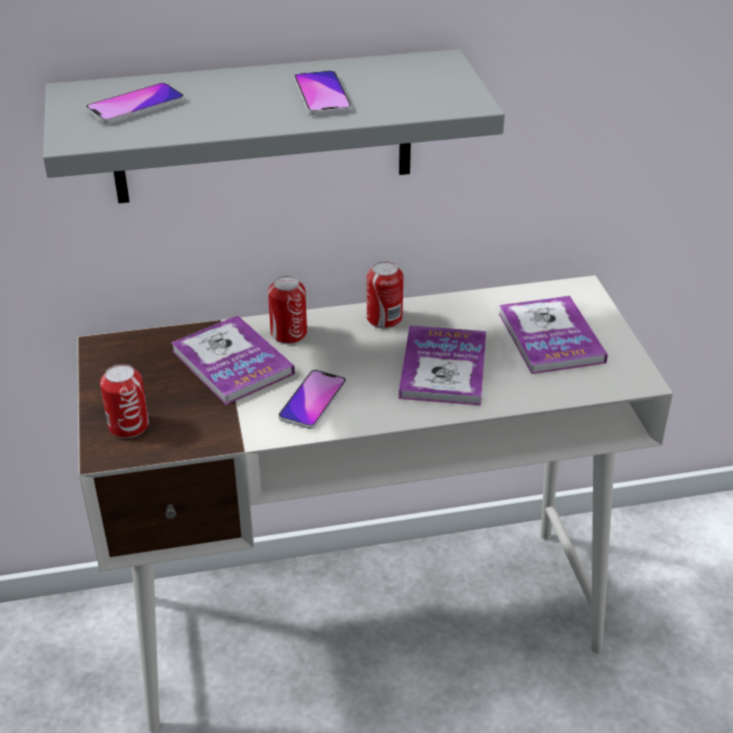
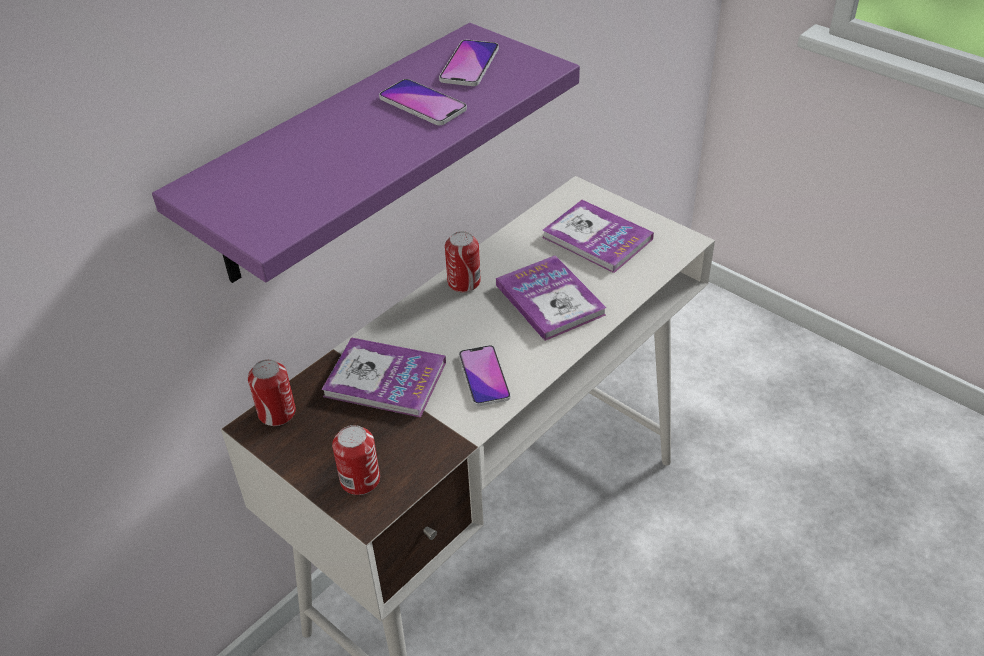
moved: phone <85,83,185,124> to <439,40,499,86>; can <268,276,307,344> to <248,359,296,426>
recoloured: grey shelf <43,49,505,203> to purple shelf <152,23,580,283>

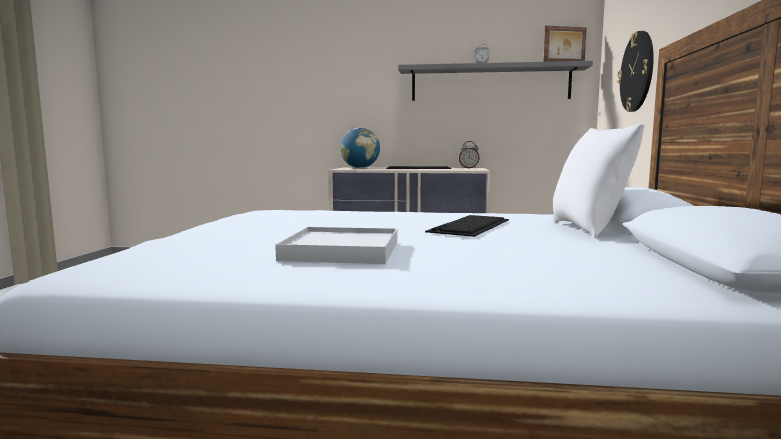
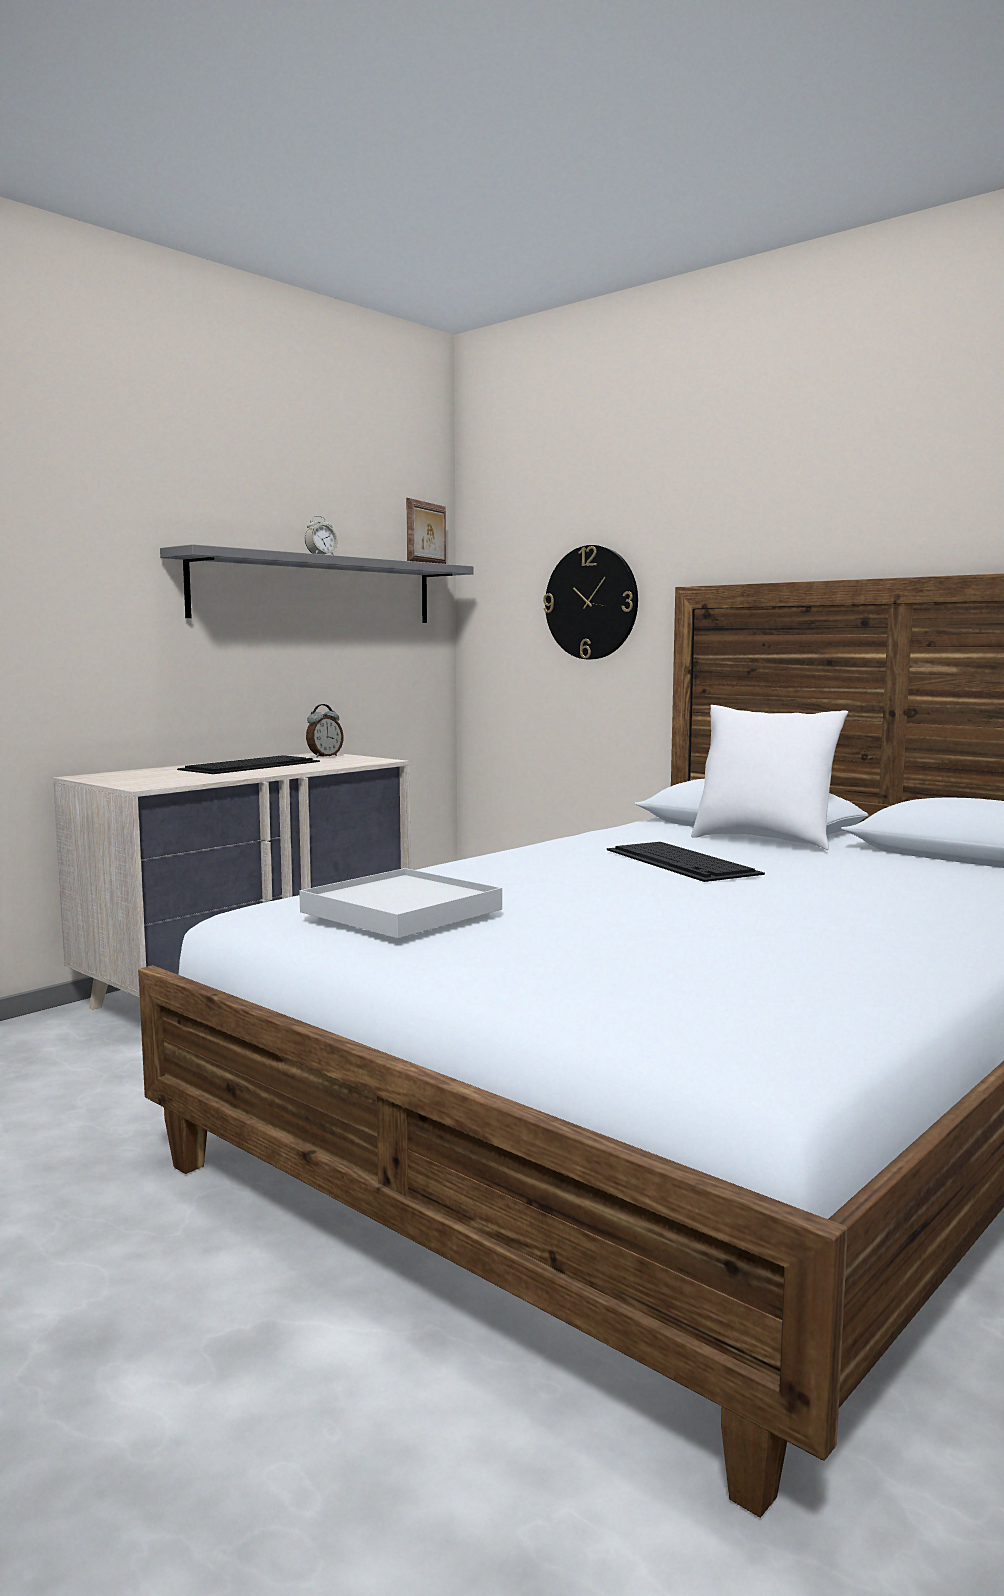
removed: globe <340,128,380,168>
moved: white tray <275,227,397,264> to <299,868,502,938>

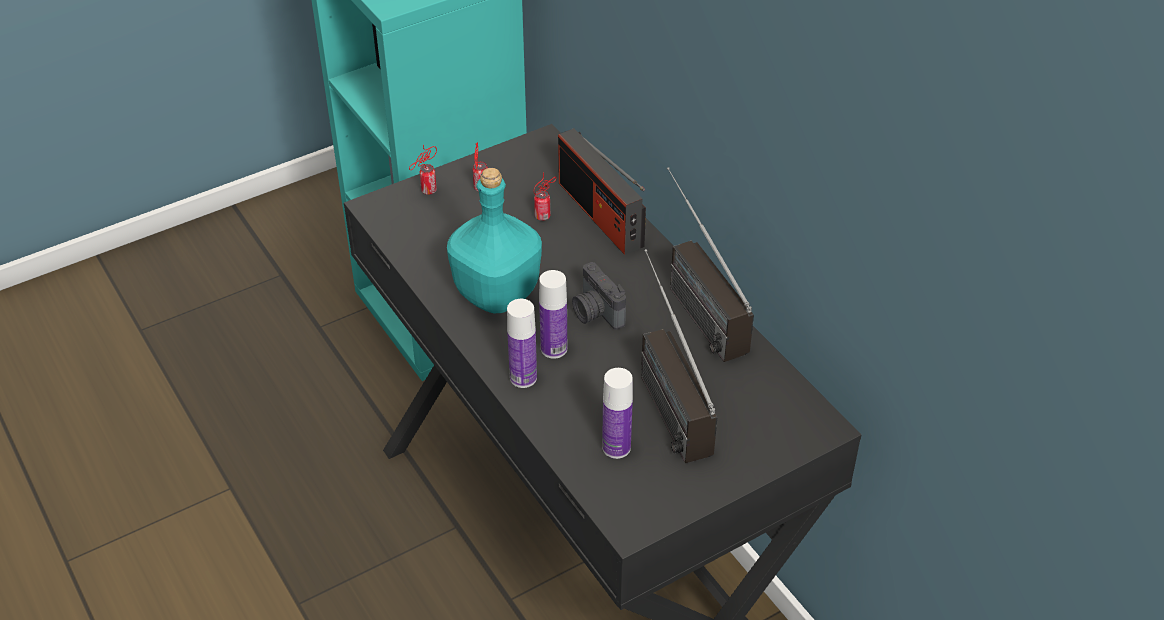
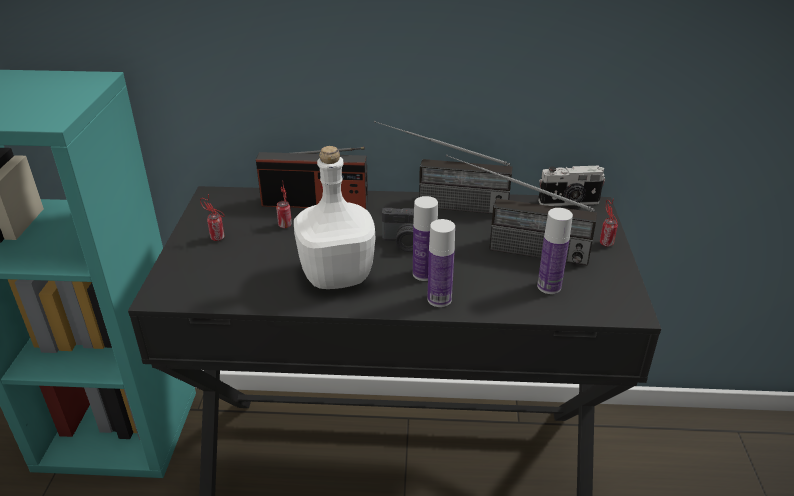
added: photo camera <538,165,606,206>
moved: can <409,144,437,195> to <600,198,618,246>
recoloured: turquoise bottle <447,168,542,313> to white bottle <294,146,375,289>

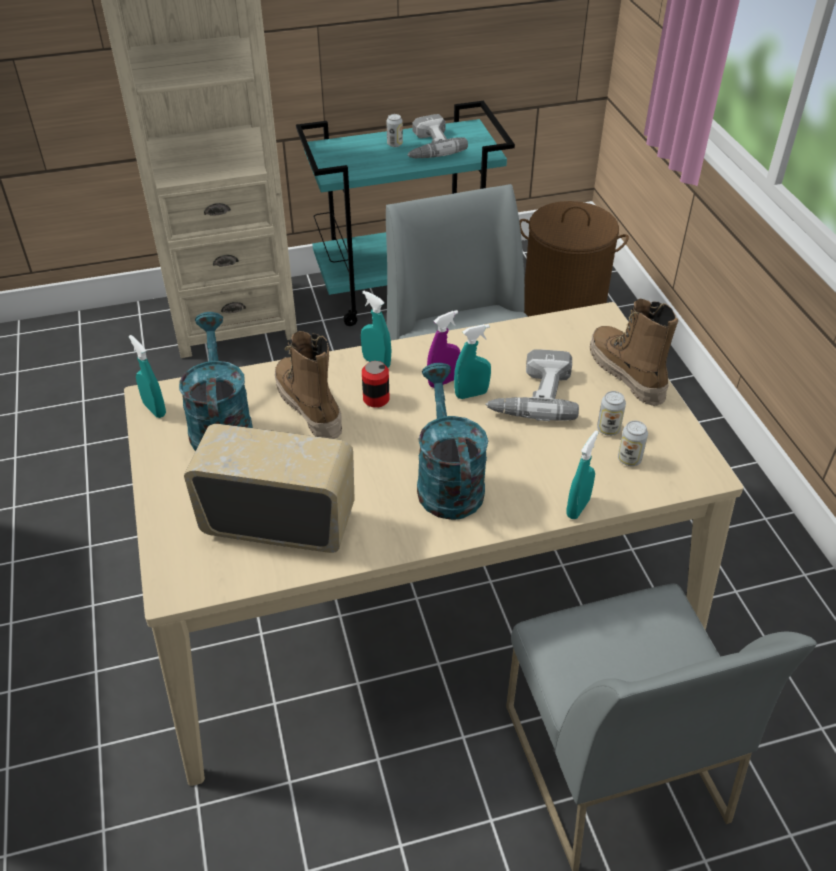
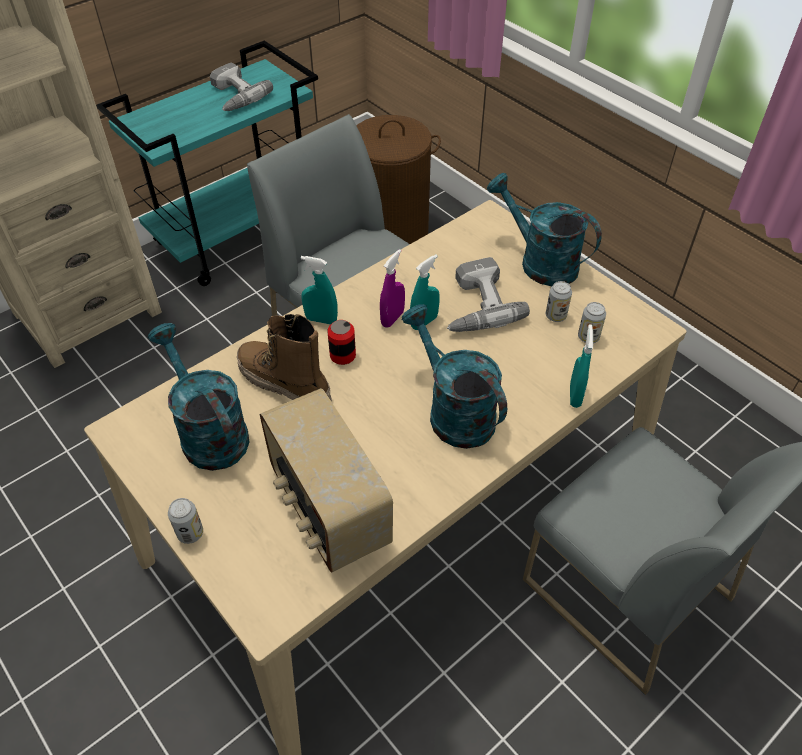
removed: turquoise spray bottle <129,335,166,418>
moved: can <386,114,403,147> to <168,498,203,544>
replaced: boot <590,299,678,406> to turquoise watering can <487,173,602,286>
turned: radio <184,424,355,553> = <260,388,393,573> 105 degrees counterclockwise

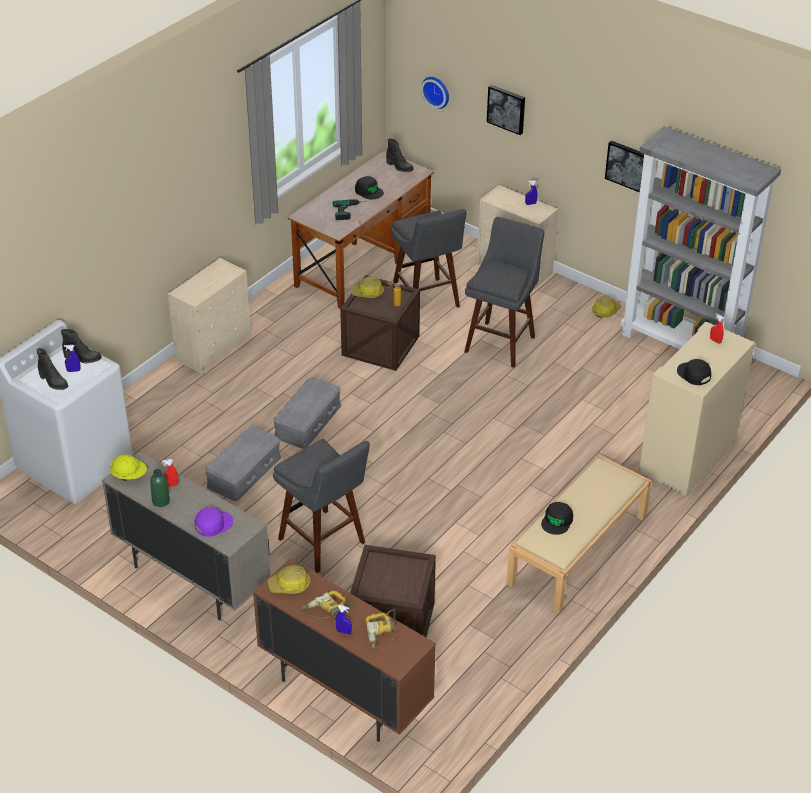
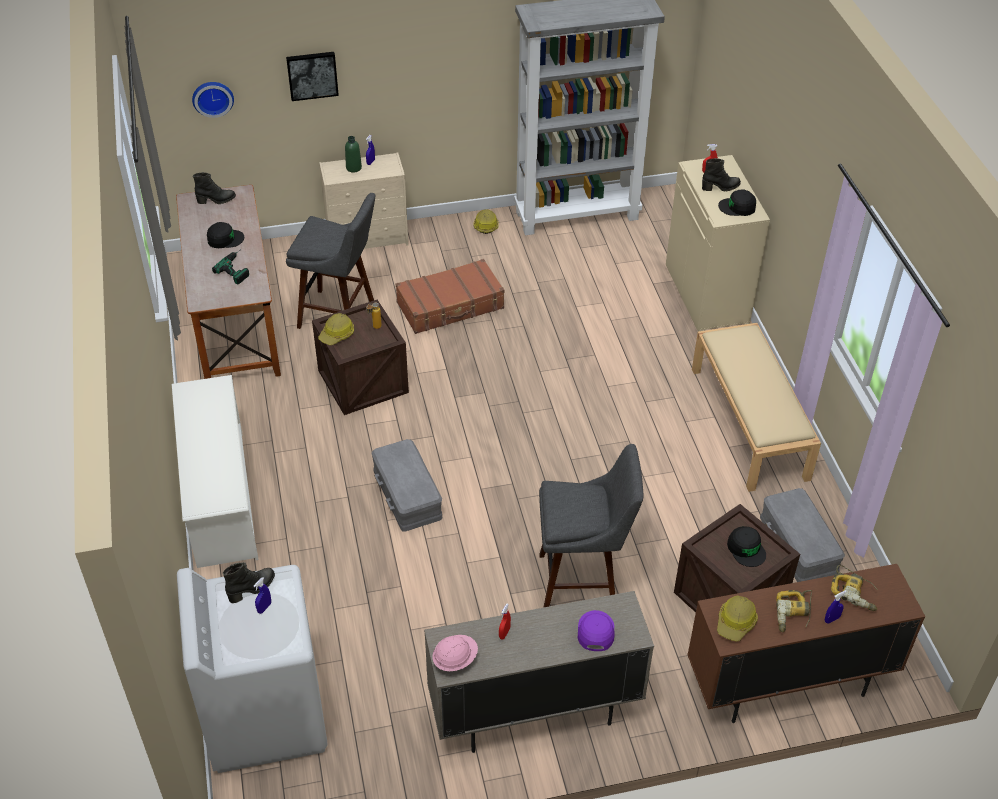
removed: picture <605,141,644,192>
moved: black boot <36,348,68,390> to <702,158,741,191>; green bottle <150,469,170,507> to <345,136,362,172>; grey storage box <205,426,281,501> to <760,488,845,582>; black cap <541,502,573,535> to <727,526,766,567>
replaced: beige dresser <168,258,251,374> to white shoe rack <172,375,259,568>; grey stool <464,217,545,368> to brown suitcase <396,259,504,334>
recoloured: yellow hard hat <110,454,147,481> to pink hard hat <432,635,478,671>

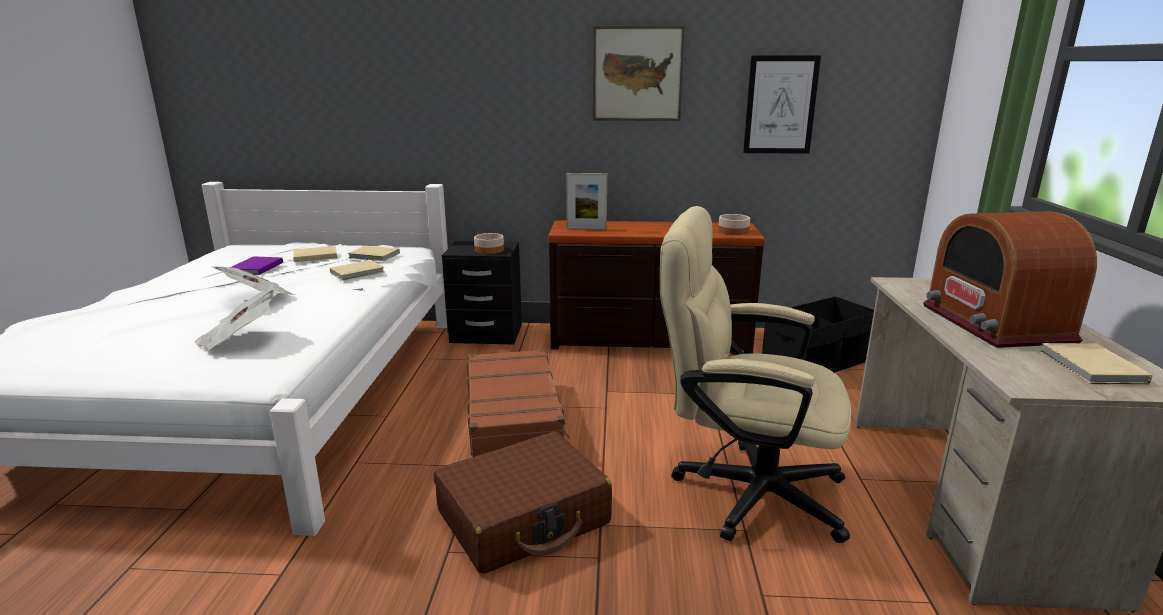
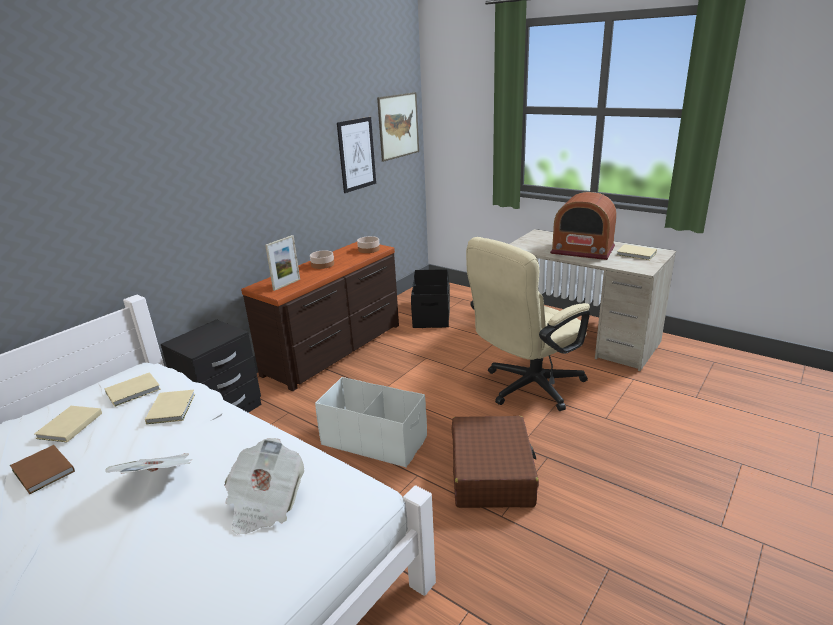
moved: bowl <474,233,504,254> to <310,250,334,269>; picture <593,26,685,121> to <377,92,419,162>
replaced: brown suitcase <467,349,570,457> to white storage box <315,377,427,468>
recoloured: purple book <231,256,283,275> to brown book <10,445,75,494>

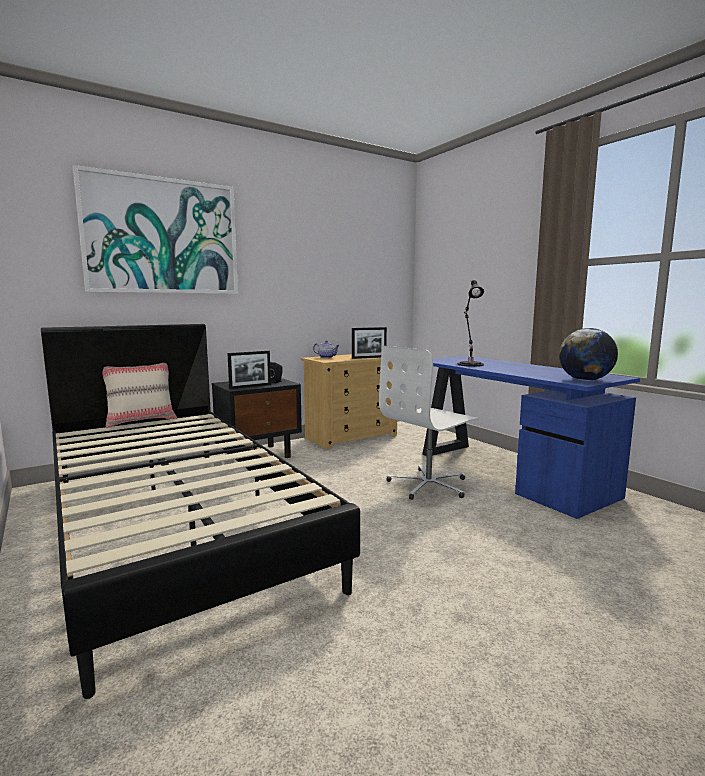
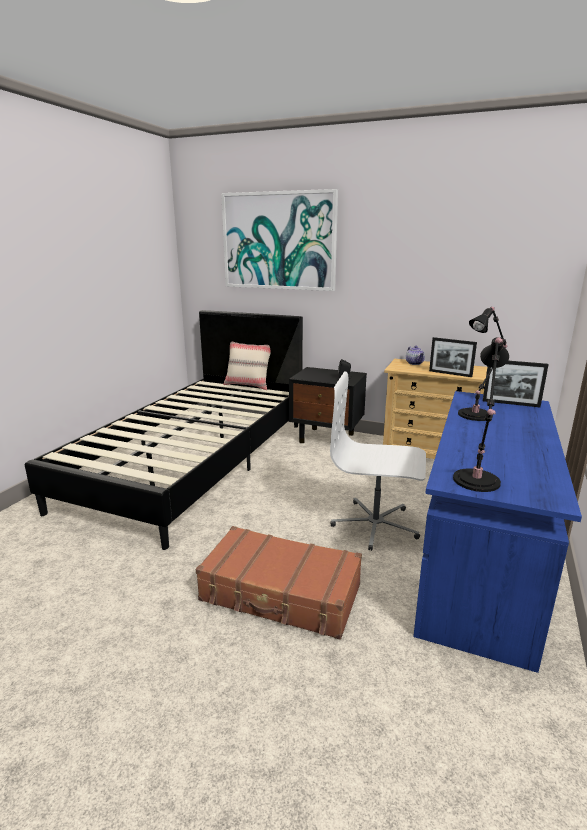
added: brown suitcase <196,526,362,640>
moved: picture frame <227,351,271,389> to <483,361,549,407>
replaced: globe <559,328,618,381> to black table lamp <453,337,509,492>

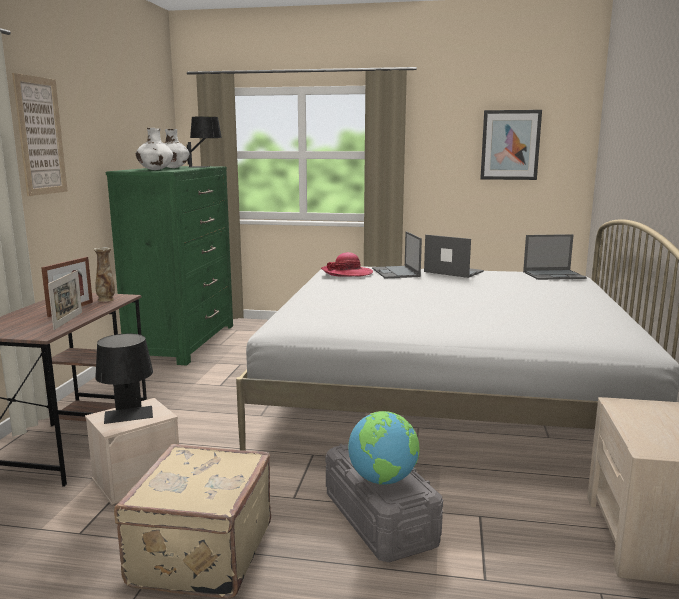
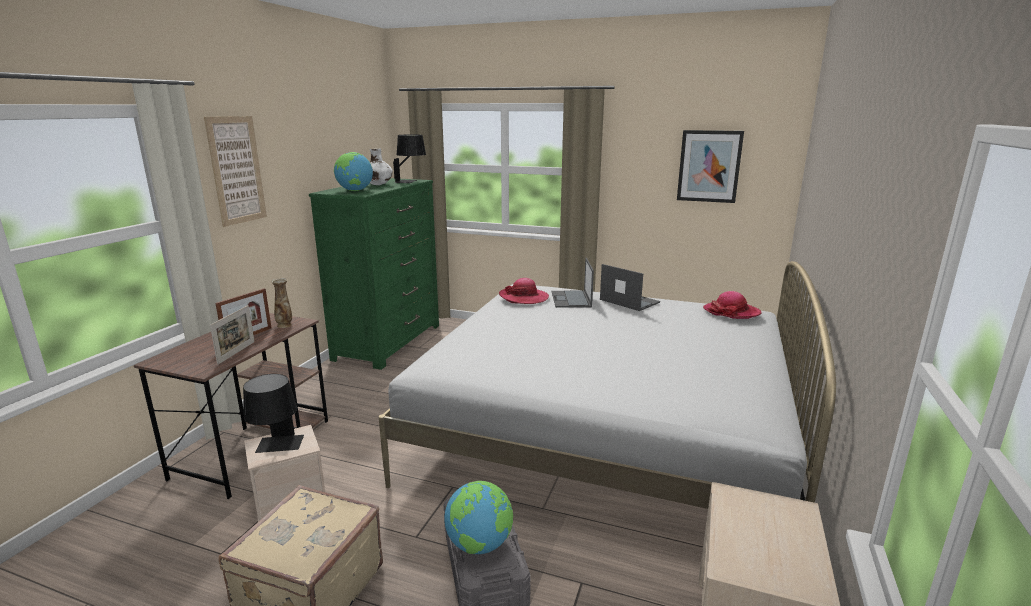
replaced: white vase <136,128,173,170> to globe <334,152,373,191>; laptop <523,234,587,280> to hat <703,291,762,319>

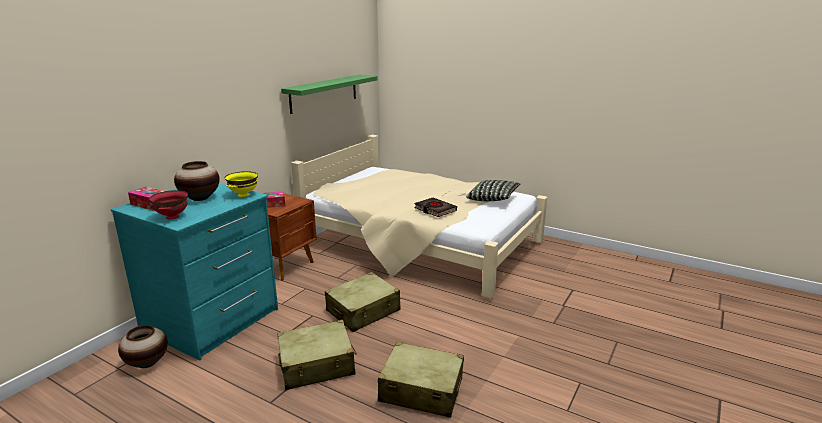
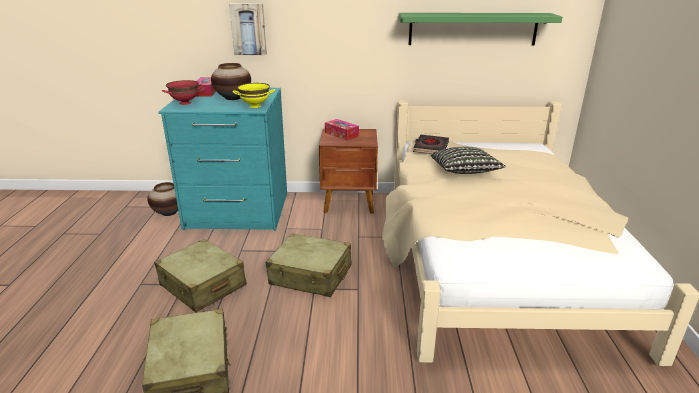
added: picture <229,3,267,55>
moved: black book <414,198,457,217> to <413,134,449,154>; pillow <466,180,520,201> to <431,147,506,174>

